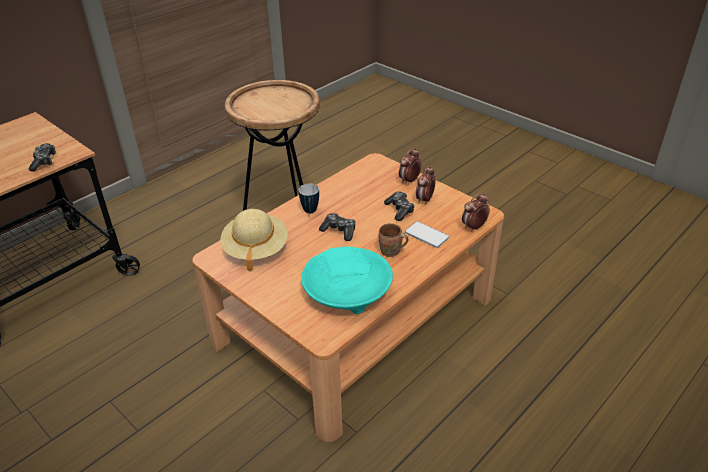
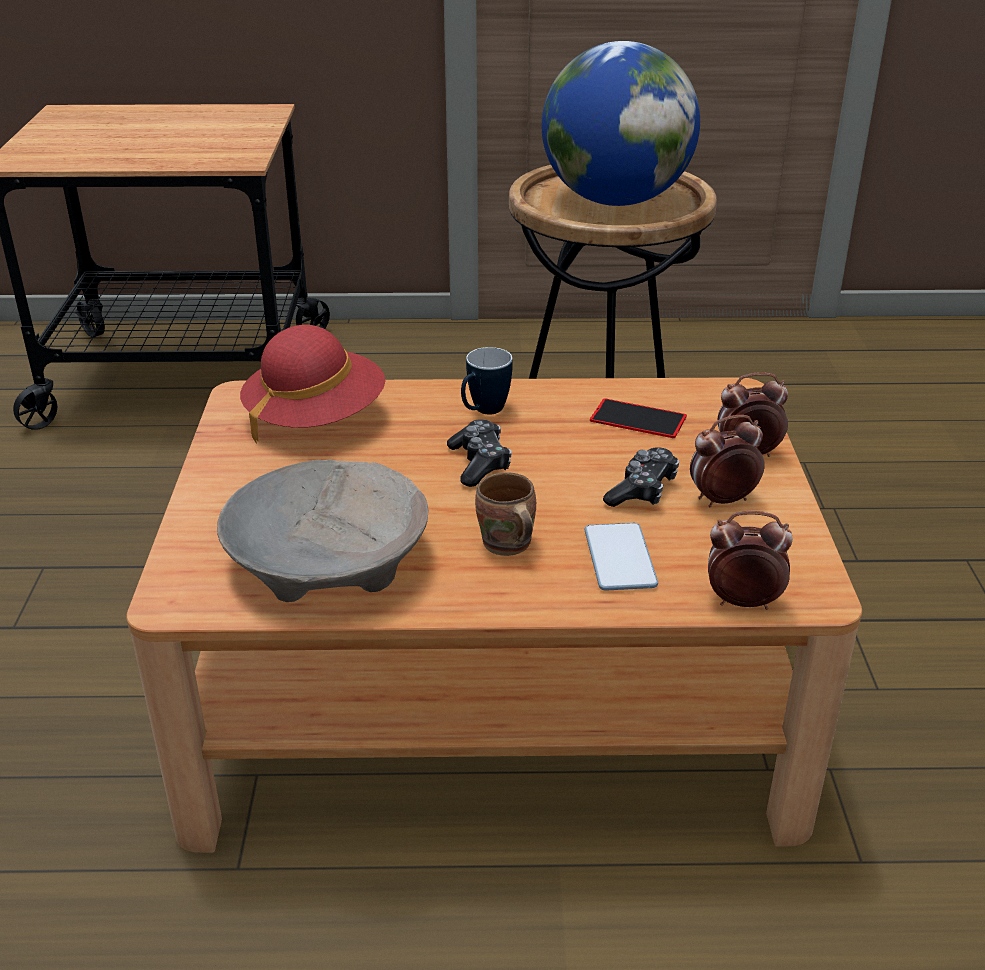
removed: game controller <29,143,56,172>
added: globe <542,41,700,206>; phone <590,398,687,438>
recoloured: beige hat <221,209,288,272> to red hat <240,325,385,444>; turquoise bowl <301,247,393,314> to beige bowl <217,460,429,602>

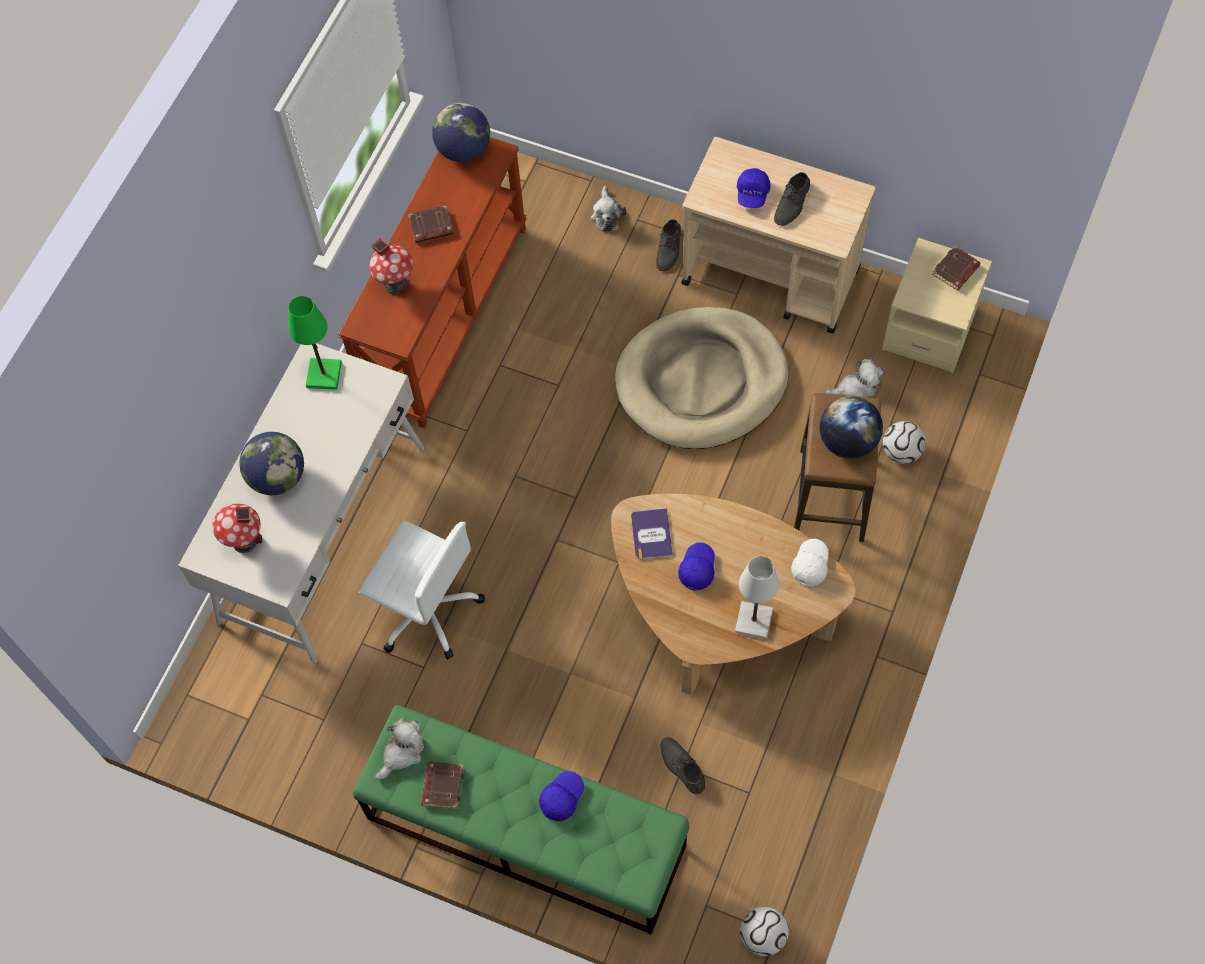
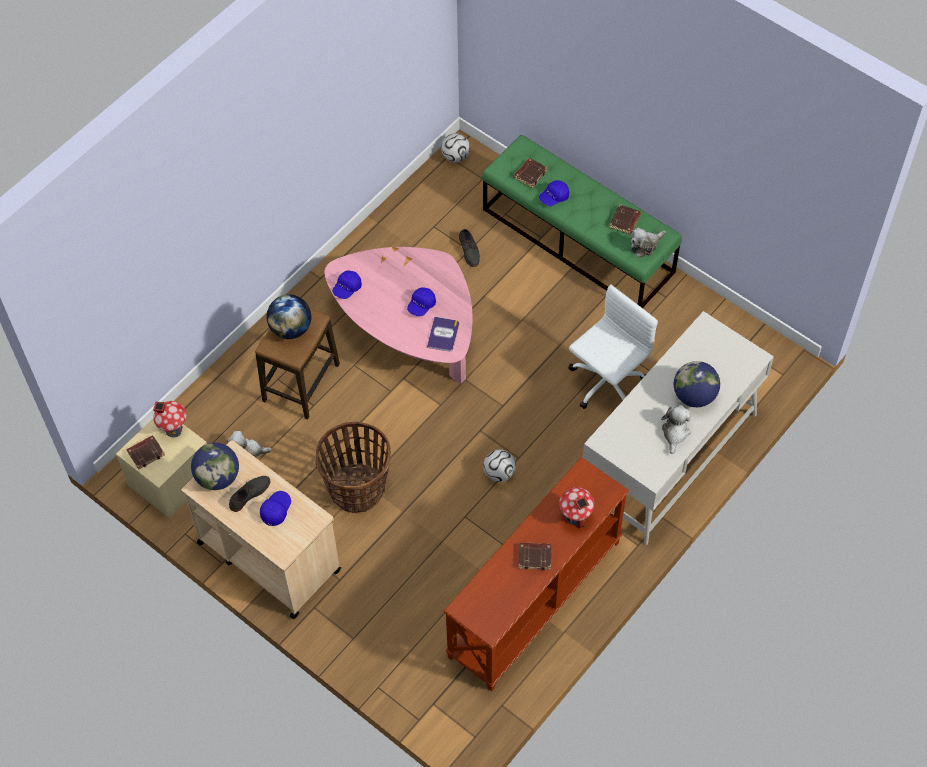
removed: green table lamp <288,296,342,390>; grey shoe <656,219,681,271>; white table lamp <735,556,779,639>
added: brown book <514,158,548,188>
moved: toy house <212,504,262,553> to <153,401,187,437>; globe <432,103,490,162> to <191,443,239,490>; plush toy <591,186,626,232> to <661,405,691,454>; football <883,421,926,464> to <483,450,516,482>
replaced: beige dog bed <615,307,788,449> to basket <315,422,391,513>
recoloured: brown coffee table <611,494,855,695> to pink coffee table <324,247,473,383>; white cap <791,539,829,587> to blue cap <332,270,362,299>
turned: white office chair <359,520,485,660> = <569,284,658,409> 90 degrees clockwise

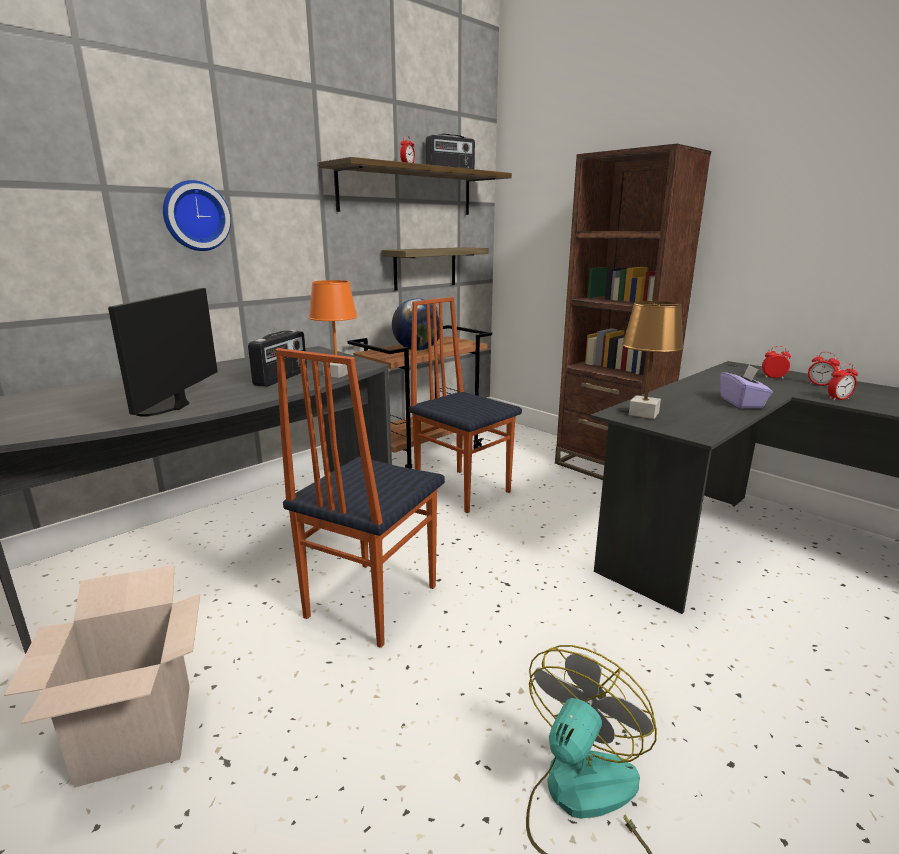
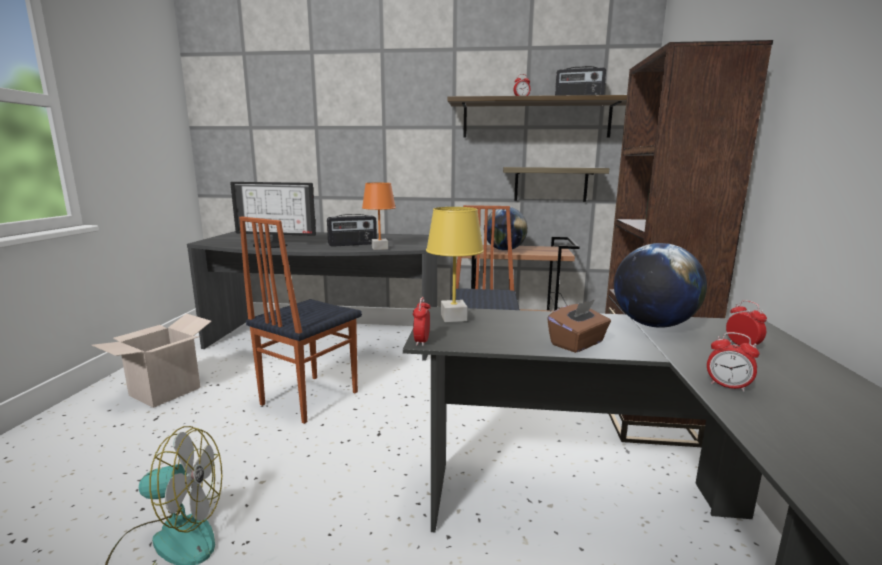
removed: wall clock <163,180,231,251>
added: globe <614,243,707,328>
moved: alarm clock <808,352,840,386> to <413,297,431,346>
recoloured: brown table lamp <622,301,684,419> to yellow table lamp <426,207,484,322>; purple tissue box <720,365,772,408> to brown tissue box <547,299,611,353>
turned: monitor <108,288,218,417> = <230,182,316,248> 135 degrees counterclockwise; chair <276,348,445,648> = <239,216,362,424> 45 degrees counterclockwise

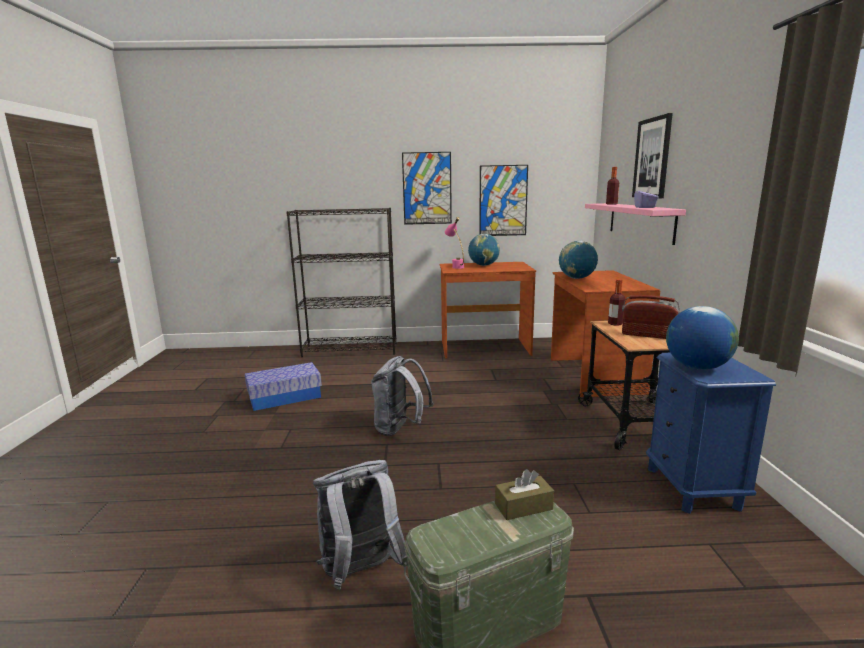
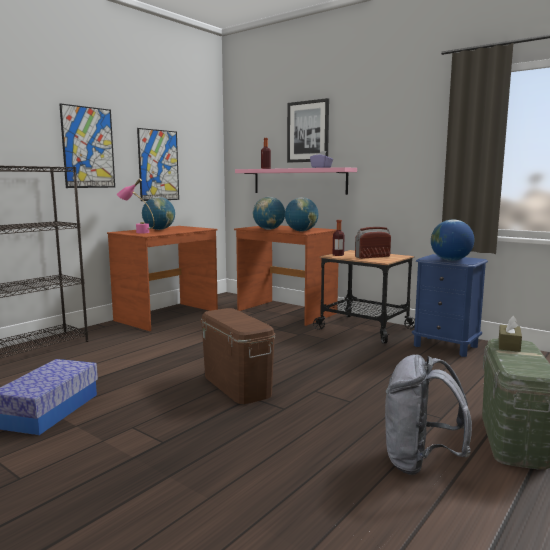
added: globe <285,197,319,232>
replaced: grey backpack <371,356,434,436> to brown storage box <201,308,275,404>

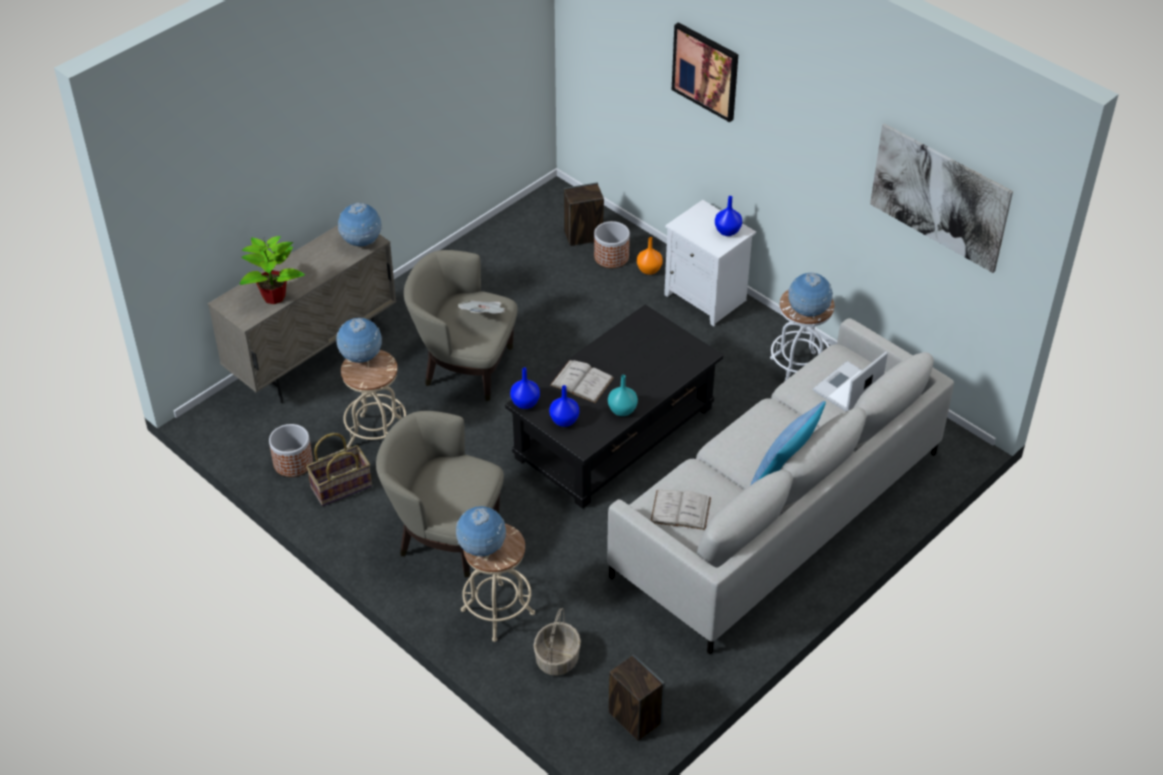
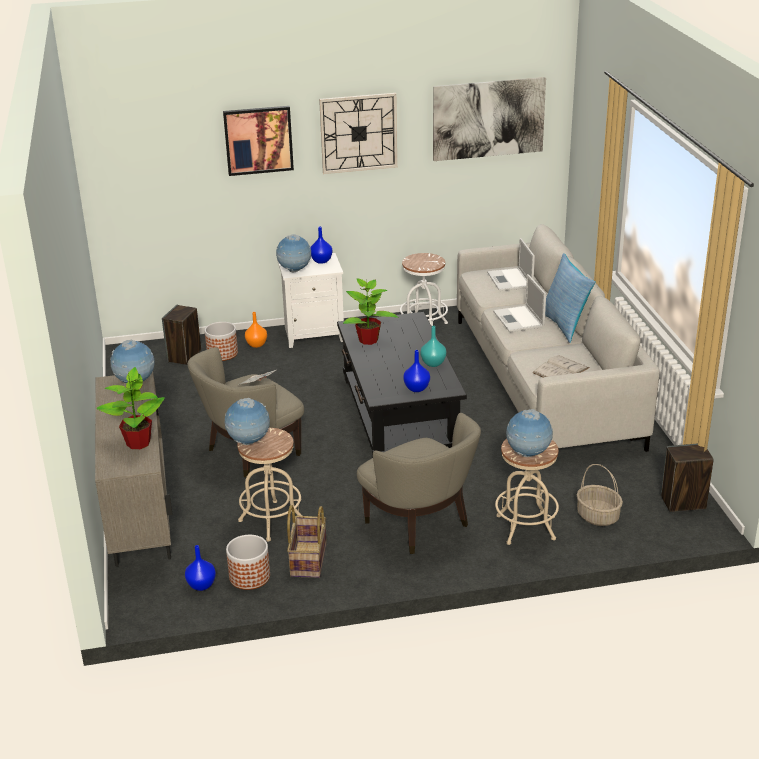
removed: white book <550,360,614,403>
added: wall clock <319,93,397,174>; potted plant <343,278,398,345>; laptop <493,274,546,332>
moved: blue vase <510,368,540,409> to <185,545,216,591>; globe <788,273,833,317> to <276,234,311,272>
turned: beige armchair <376,411,504,578> = <357,413,481,554> 90 degrees counterclockwise

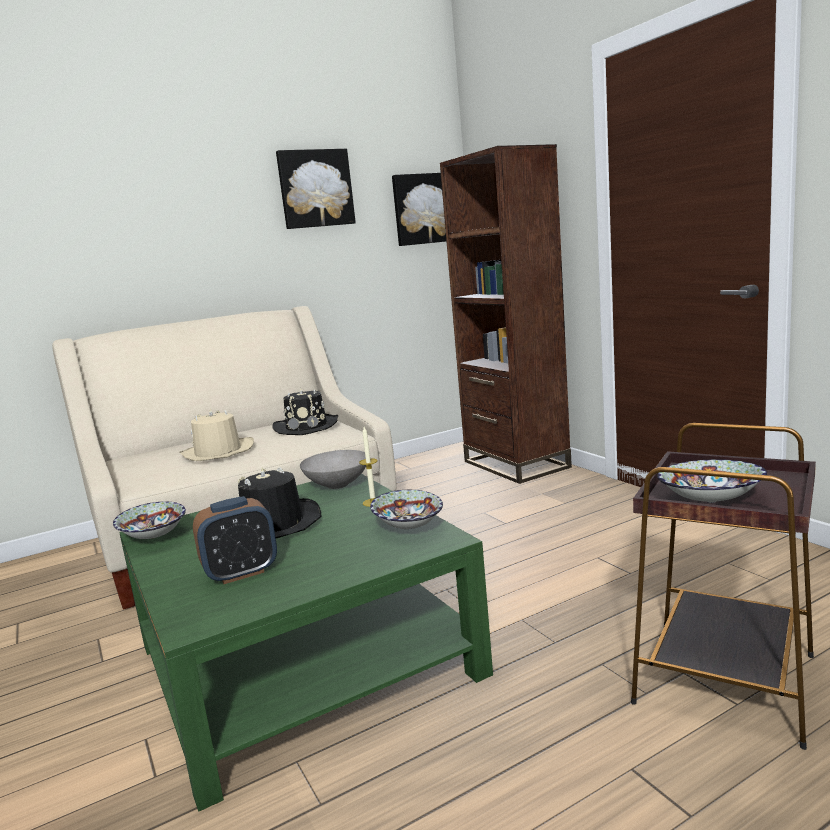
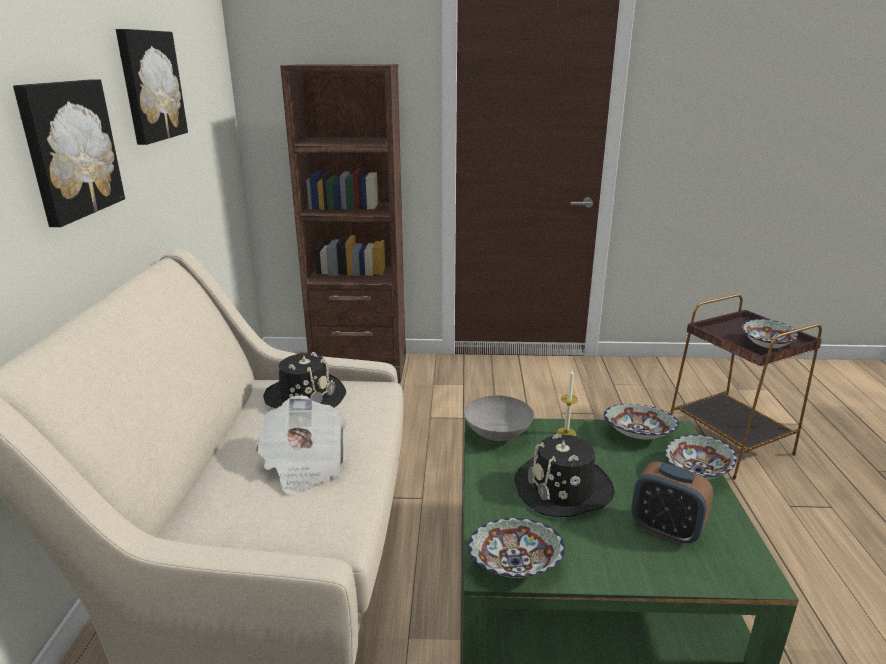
added: bowl <665,435,737,480>
moved: picture <392,173,446,246> to <13,79,125,227>
replaced: beige hat <180,409,254,461> to newspaper <256,396,346,496>
turned: alarm clock <193,496,277,584> = <631,461,713,545> 120 degrees clockwise

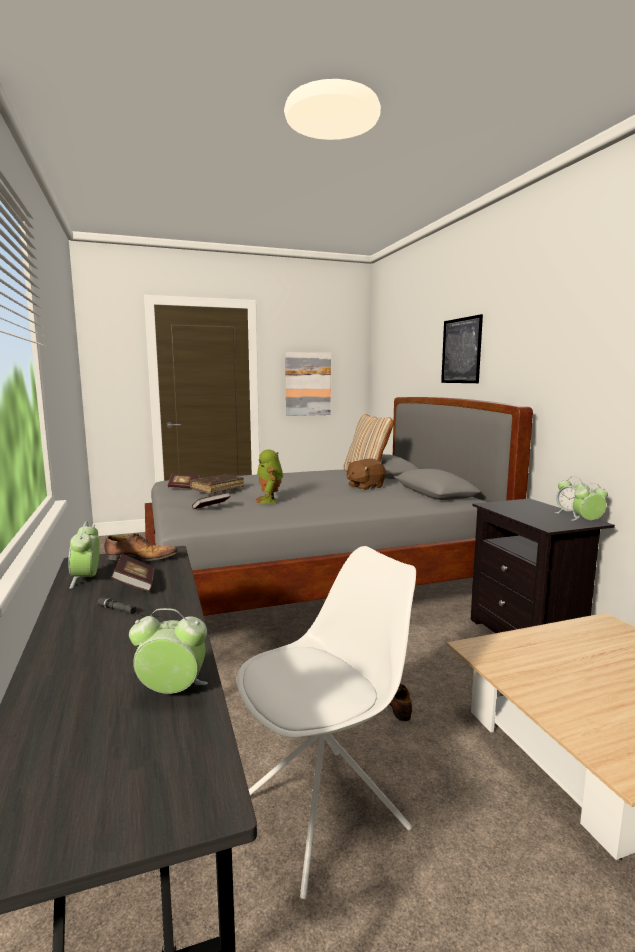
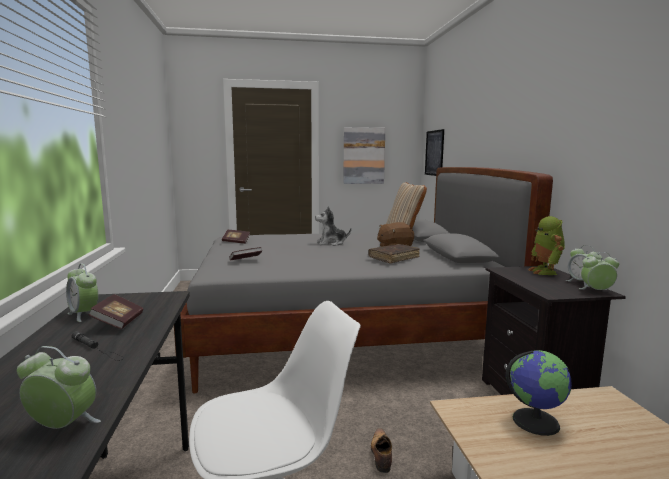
removed: shoe <104,533,178,561>
added: plush toy <315,206,351,246>; globe <506,350,572,436>
moved: brown book <190,475,244,494> to <369,244,420,264>; toy robot <256,449,283,504> to <528,216,565,275>; picture <441,314,483,383> to <425,129,444,176>
turned: alarm clock <68,521,100,589> = <66,264,98,322> 45 degrees counterclockwise

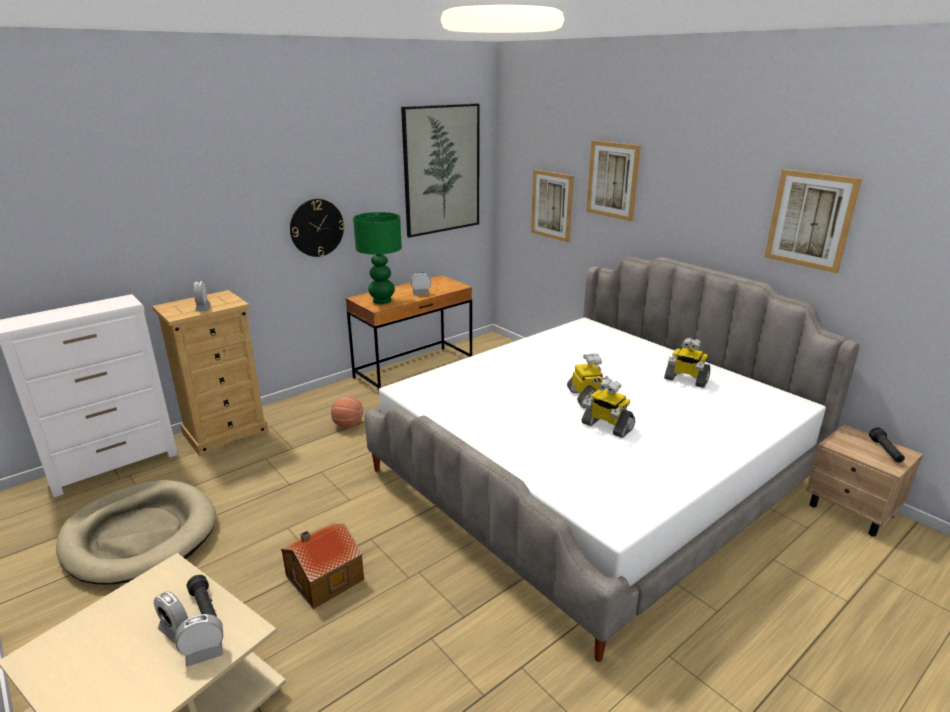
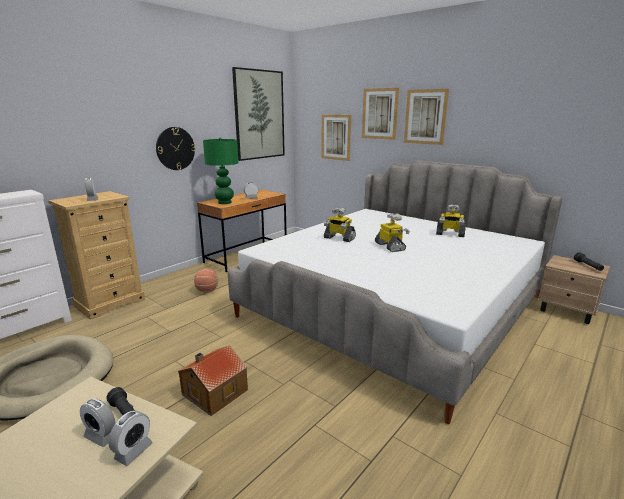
moved: toy robot <582,379,635,438> to <324,207,356,242>; picture <764,169,862,273> to <404,89,449,145>
turned: alarm clock <176,614,223,667> = <108,410,153,466> 150 degrees clockwise

